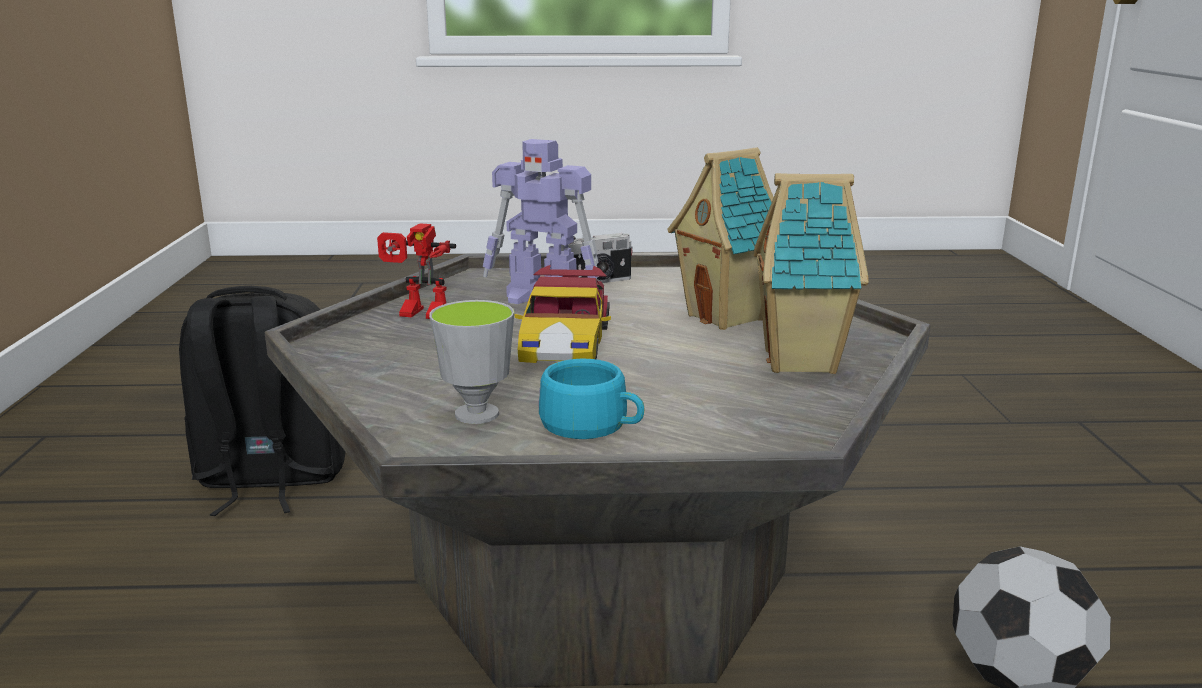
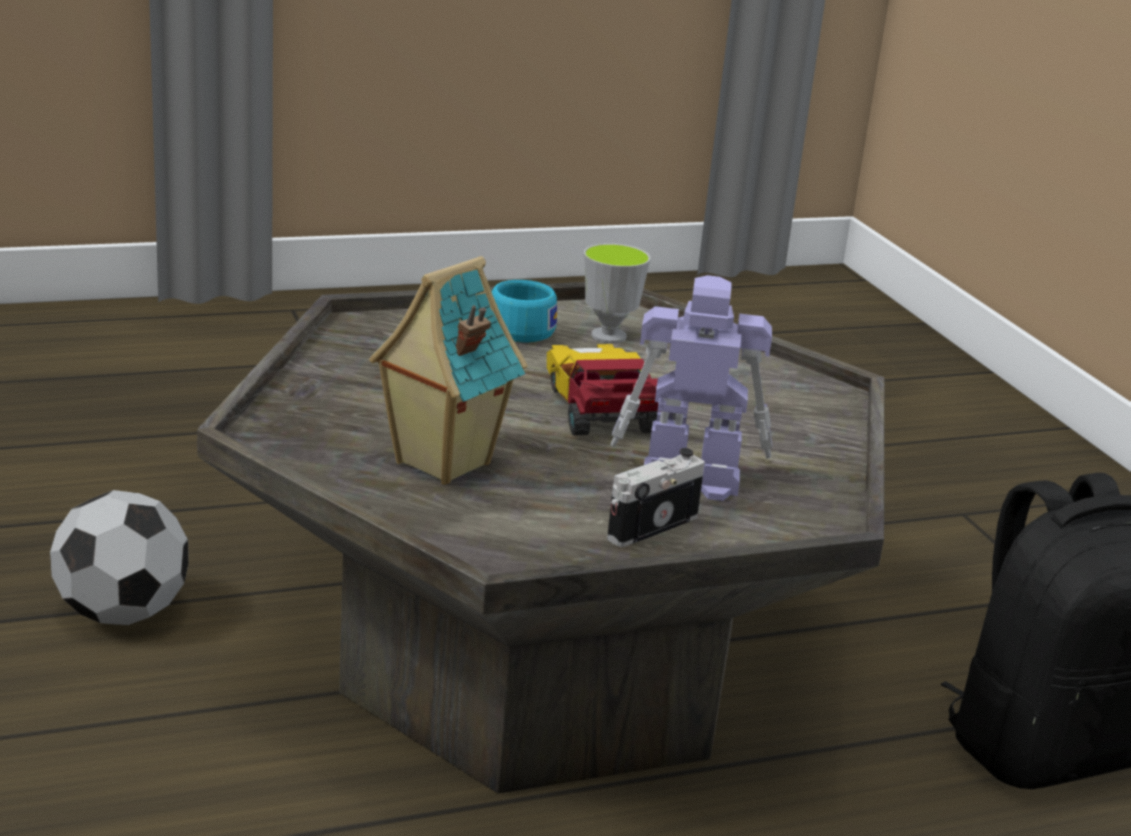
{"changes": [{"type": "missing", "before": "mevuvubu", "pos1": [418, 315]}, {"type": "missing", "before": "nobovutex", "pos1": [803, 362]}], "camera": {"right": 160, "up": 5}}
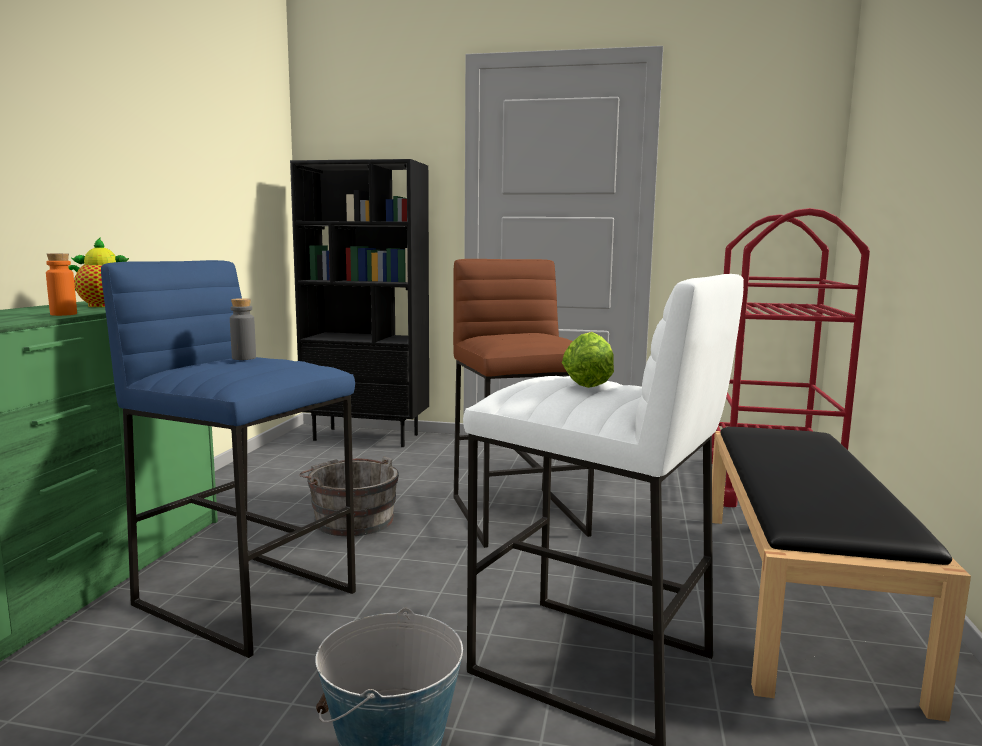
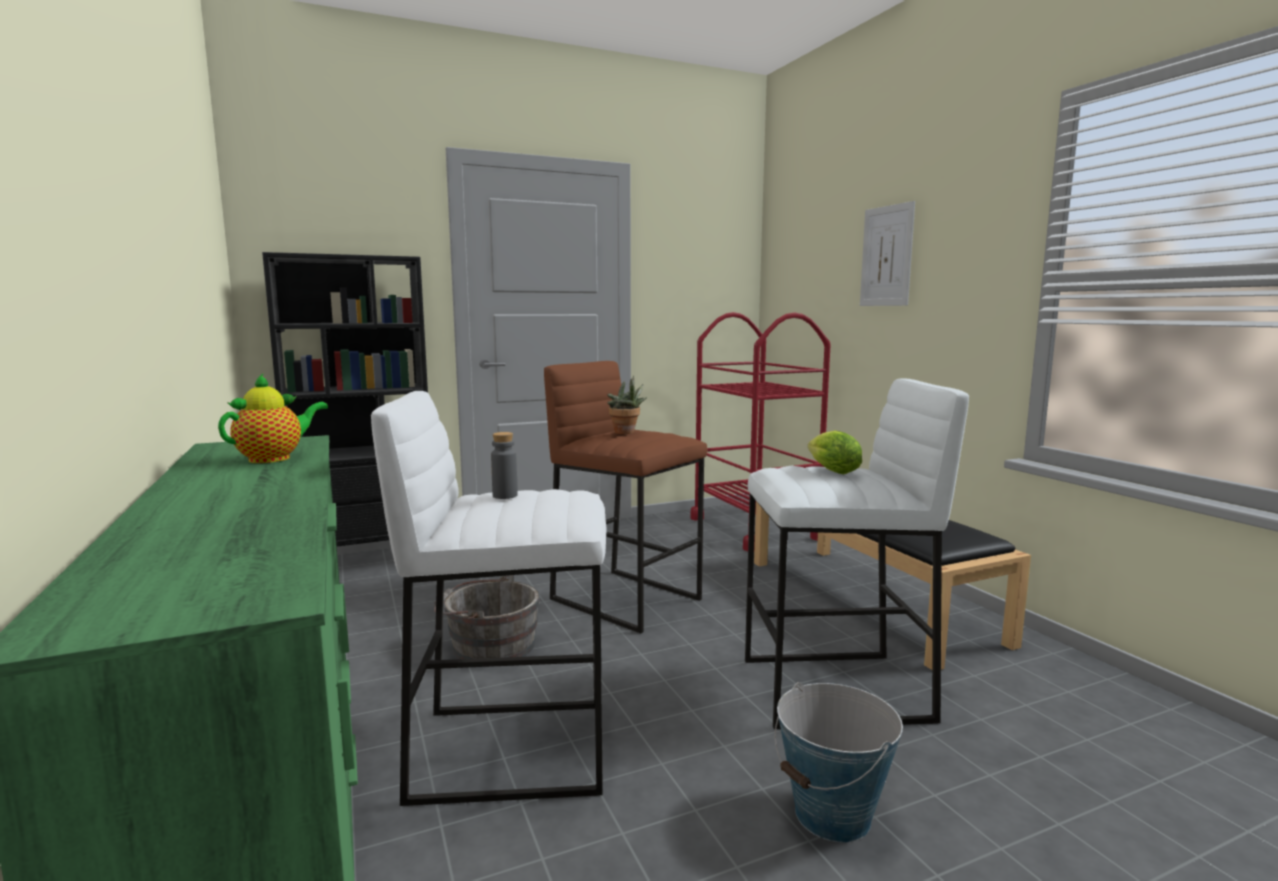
{"changes": [{"type": "missing", "before": "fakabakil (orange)", "pos1": [63, 314]}, {"type": "colour", "before": "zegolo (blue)", "after": "zegolo (white)", "pos1": [248, 597], "pos2": [511, 748]}, {"type": "appeared", "after": "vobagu", "pos2": [626, 433]}, {"type": "appeared", "after": "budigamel", "pos2": [886, 256]}], "camera": {"right": -35, "up": 0}}
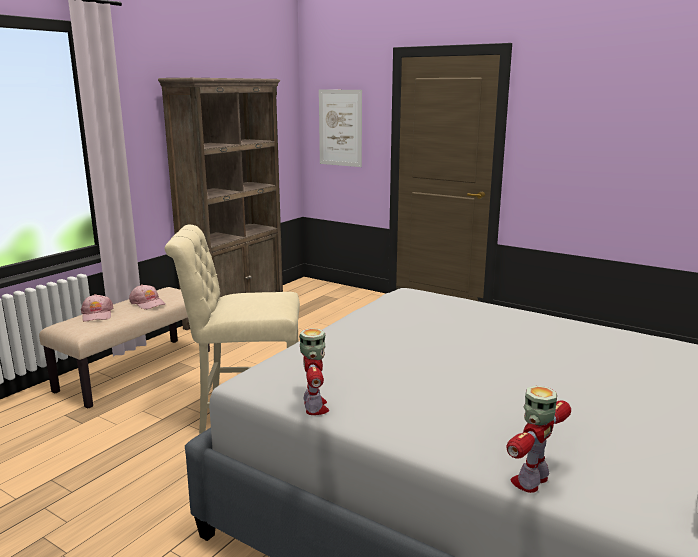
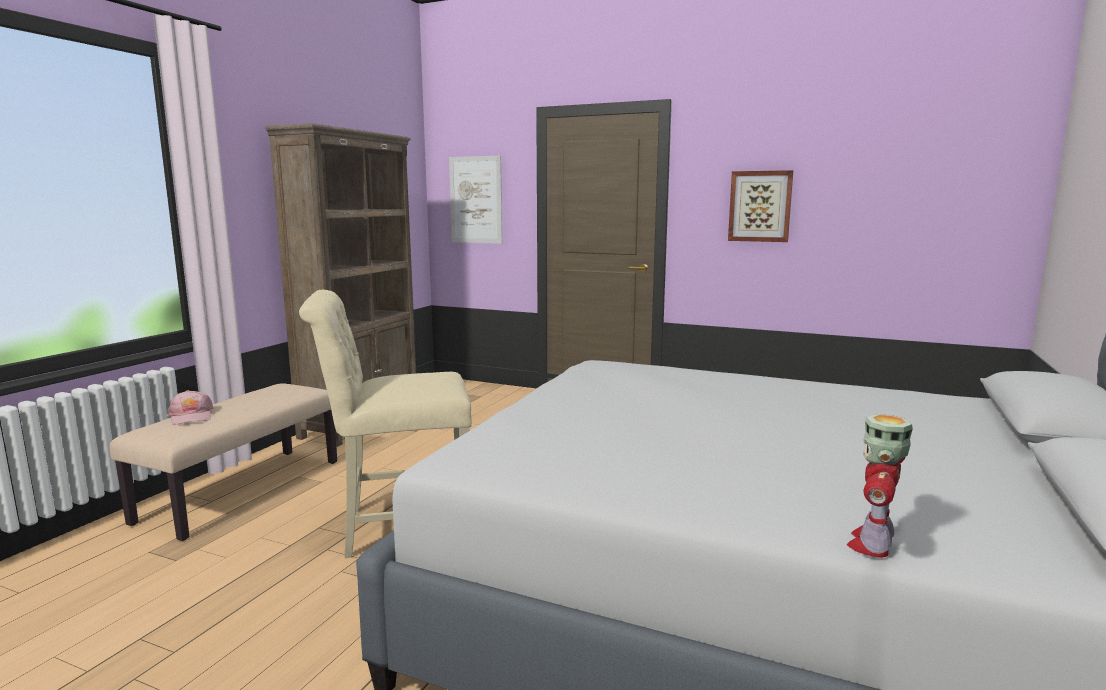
{"changes": [{"type": "missing", "before": "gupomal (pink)", "pos1": [148, 303]}, {"type": "missing", "before": "mevuvubu", "pos1": [314, 407]}, {"type": "appeared", "after": "budigamel", "pos2": [760, 206]}], "camera": {"right": -10, "up": -5}}
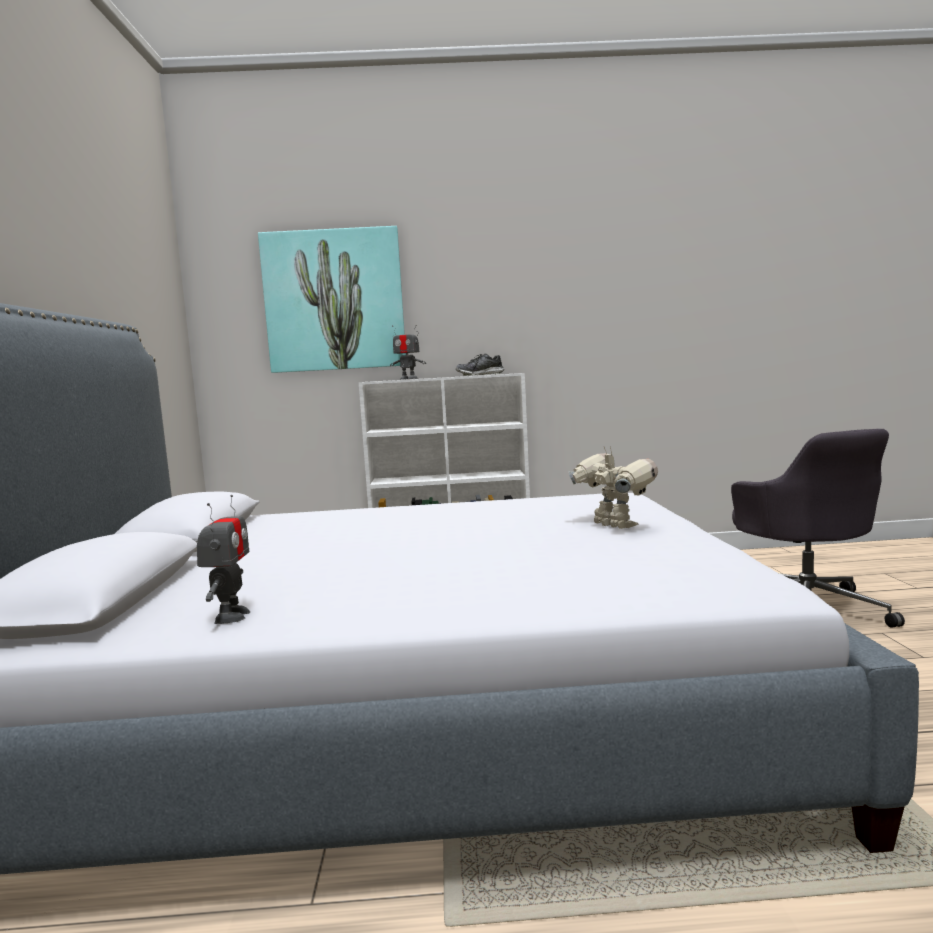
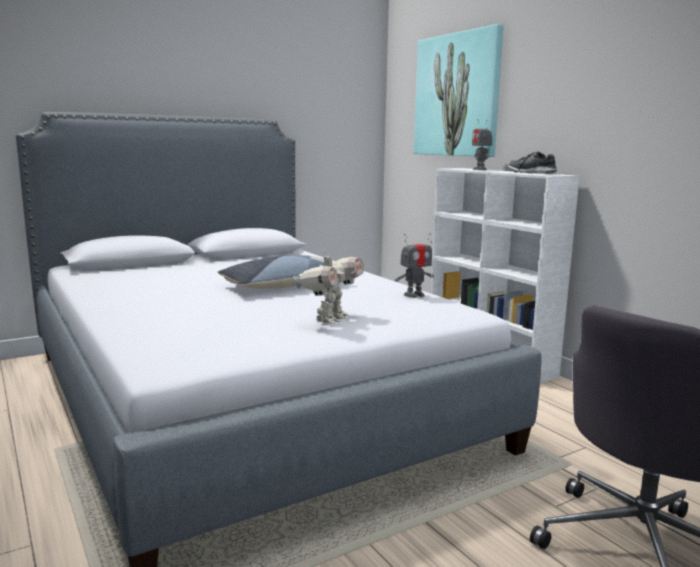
{"changes": [{"type": "relocated", "before": "mevuvubu", "pos1": [231, 616], "pos2": [414, 295]}, {"type": "appeared", "after": "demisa", "pos2": [284, 286]}], "camera": {"right": 60, "up": 5}}
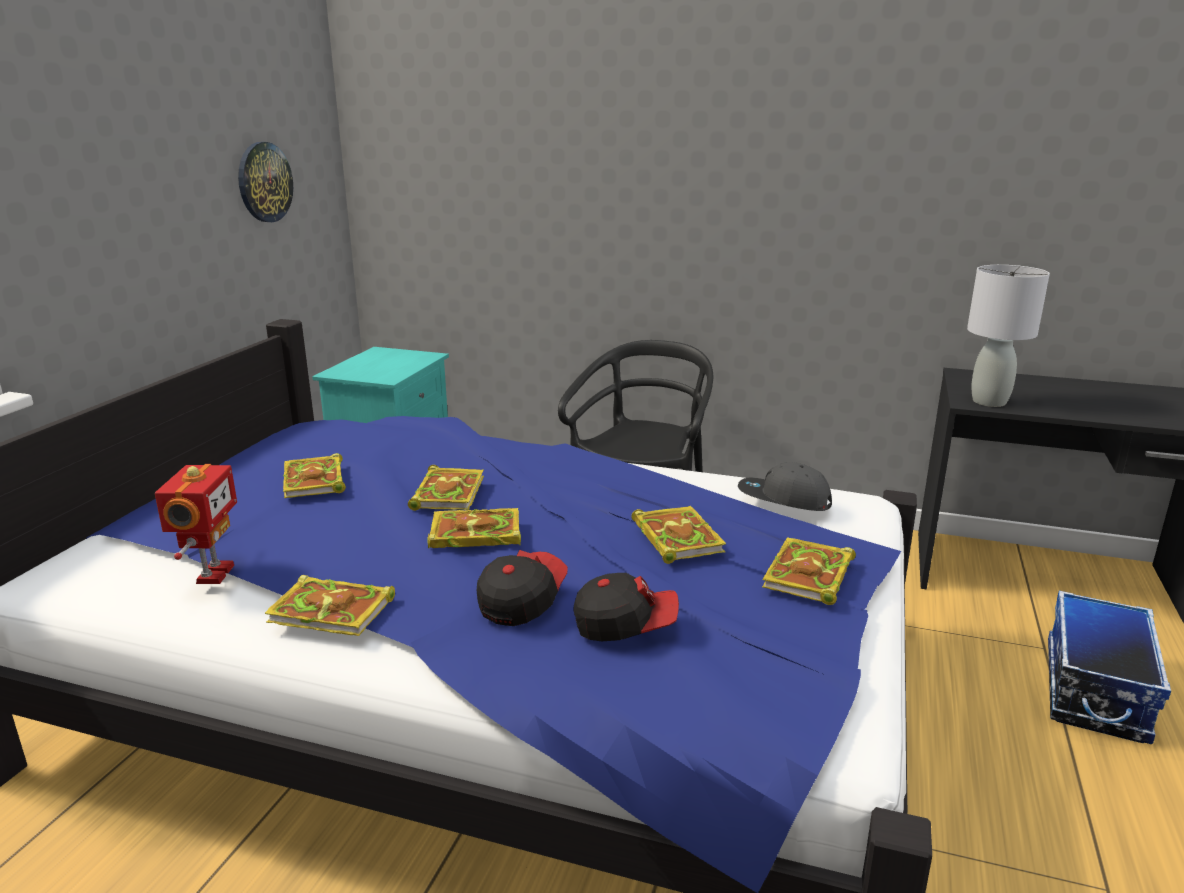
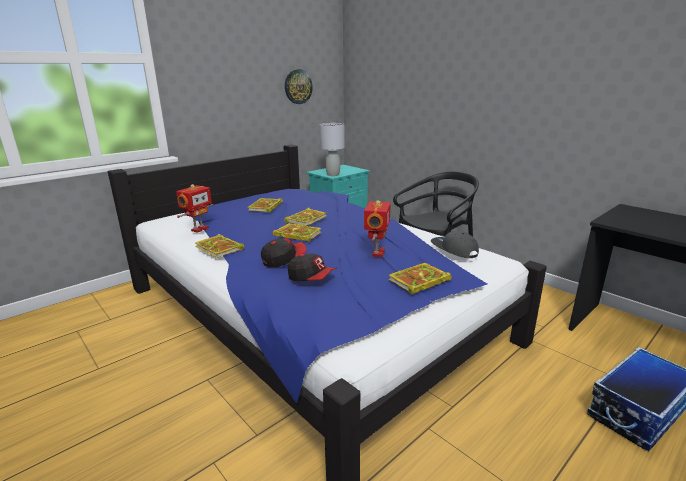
{"changes": [{"type": "exchanged", "before": "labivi", "after": "mevuvubu", "pos1": [675, 537], "pos2": [377, 253]}, {"type": "relocated", "before": "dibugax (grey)", "pos1": [989, 402], "pos2": [332, 175]}], "camera": {"right": 30, "up": 0}}
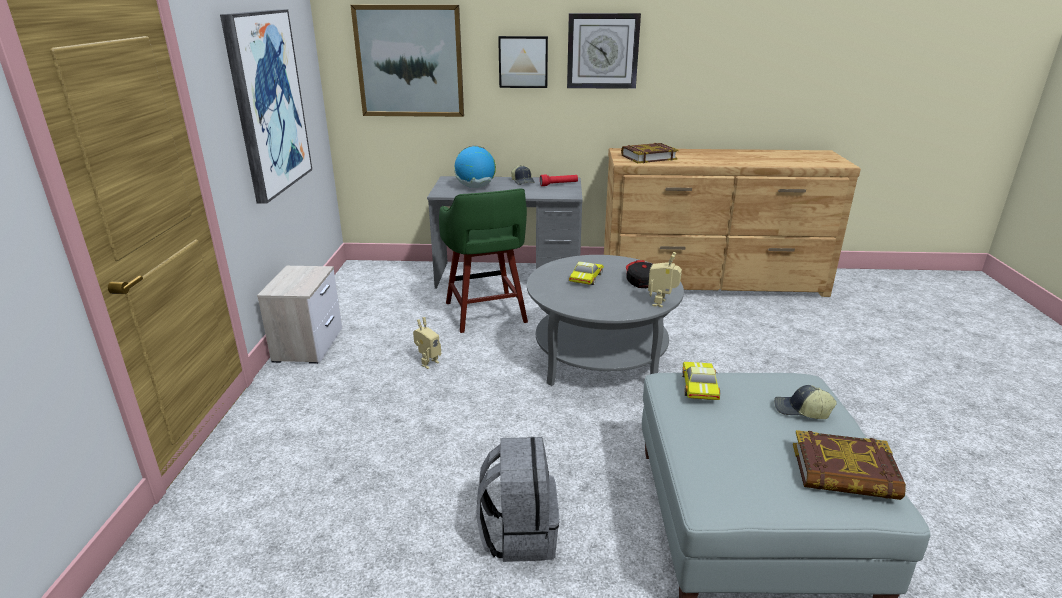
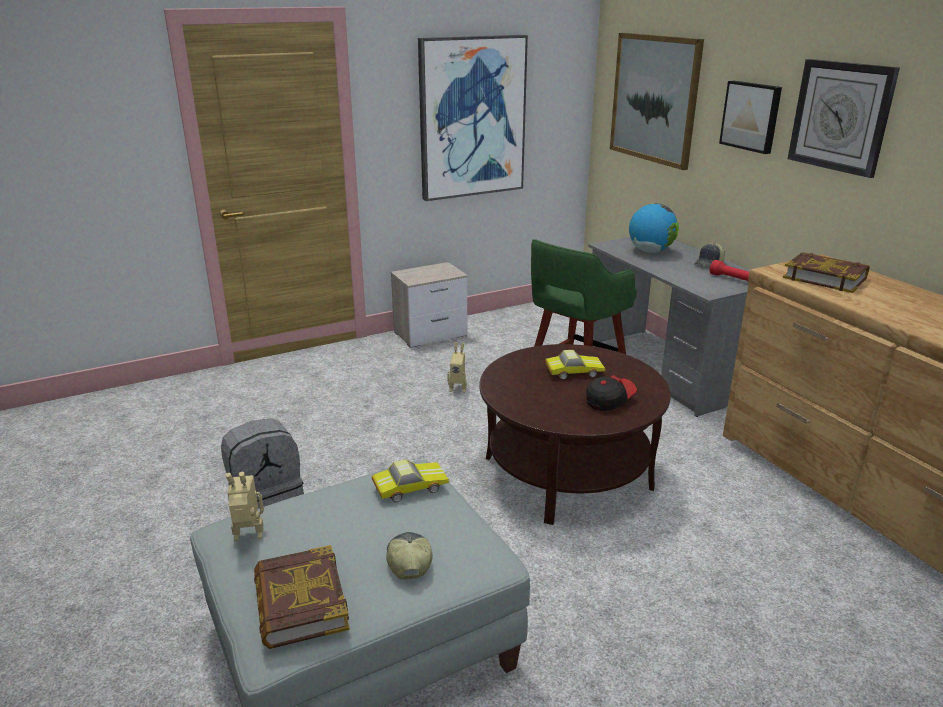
{"changes": [{"type": "colour", "before": "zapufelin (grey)", "after": "zapufelin (brown)", "pos1": [600, 359], "pos2": [567, 472]}, {"type": "relocated", "before": "mevuvubu", "pos1": [662, 303], "pos2": [248, 538]}], "camera": {"right": 60, "up": 0}}
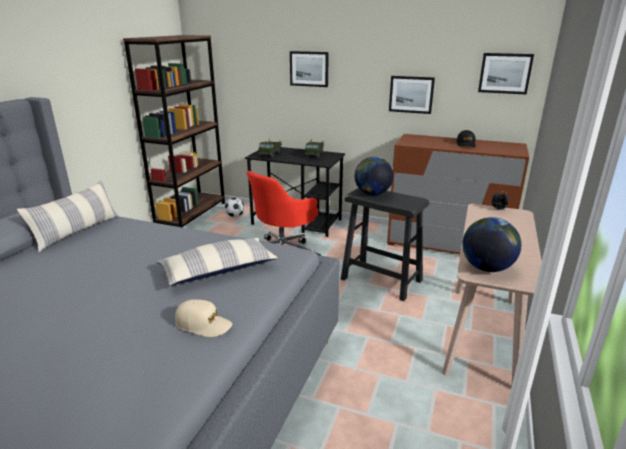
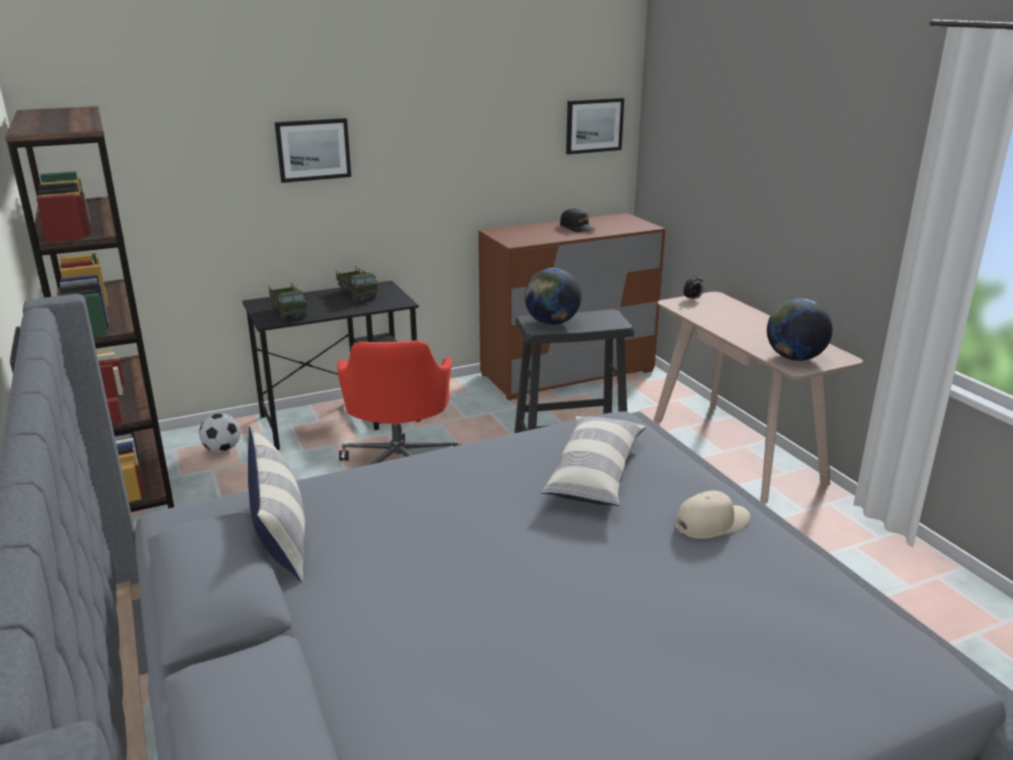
{"changes": [{"type": "missing", "before": "budigamel", "pos1": [411, 94]}], "camera": {"right": -45, "up": 0}}
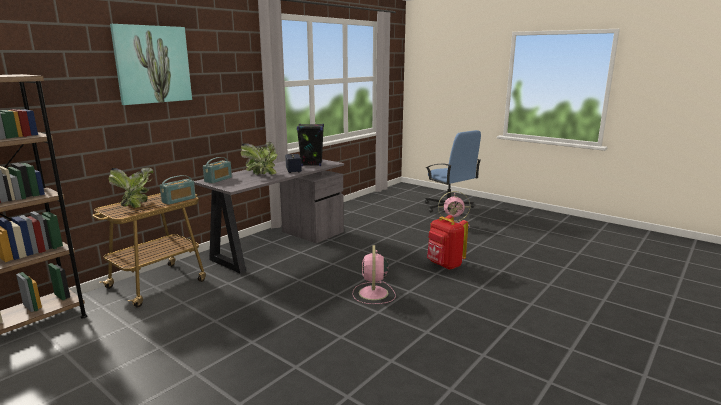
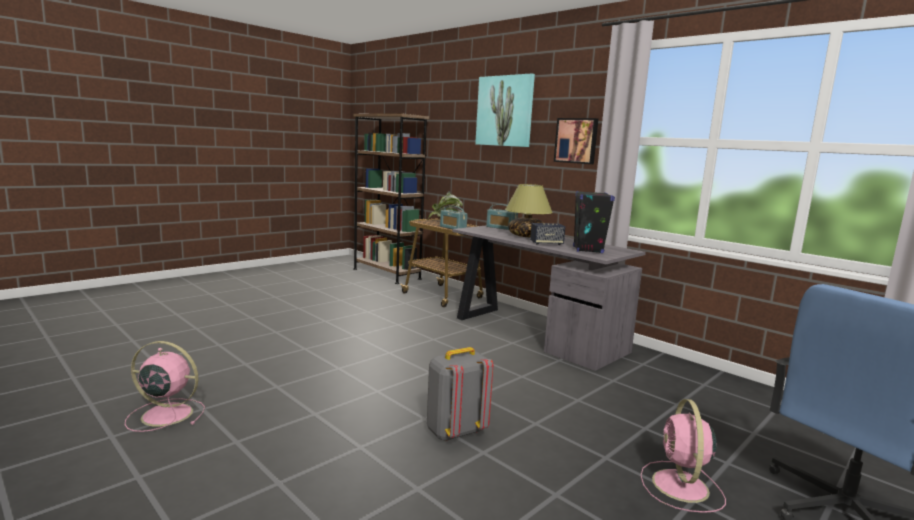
{"changes": [{"type": "exchanged", "before": "vobagu", "after": "dibugax", "pos1": [261, 174], "pos2": [526, 236]}, {"type": "relocated", "before": "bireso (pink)", "pos1": [373, 294], "pos2": [165, 414]}, {"type": "colour", "before": "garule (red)", "after": "garule (grey)", "pos1": [444, 265], "pos2": [455, 432]}, {"type": "appeared", "after": "budigamel", "pos2": [576, 140]}], "camera": {"right": 95, "up": -5}}
